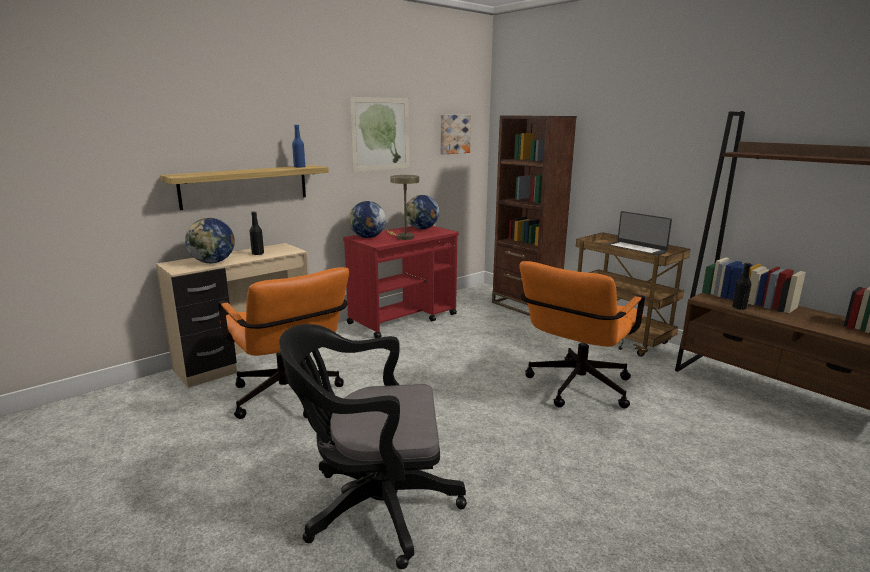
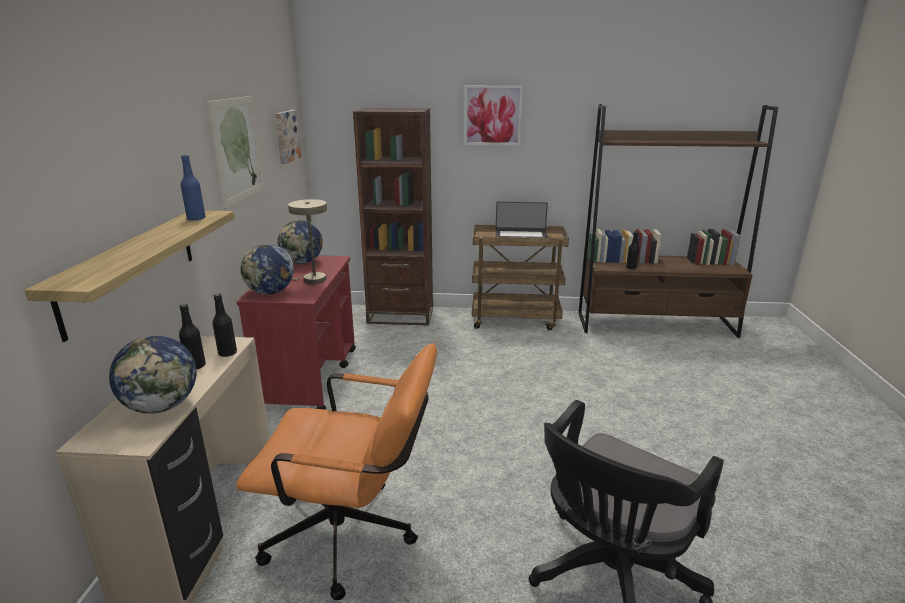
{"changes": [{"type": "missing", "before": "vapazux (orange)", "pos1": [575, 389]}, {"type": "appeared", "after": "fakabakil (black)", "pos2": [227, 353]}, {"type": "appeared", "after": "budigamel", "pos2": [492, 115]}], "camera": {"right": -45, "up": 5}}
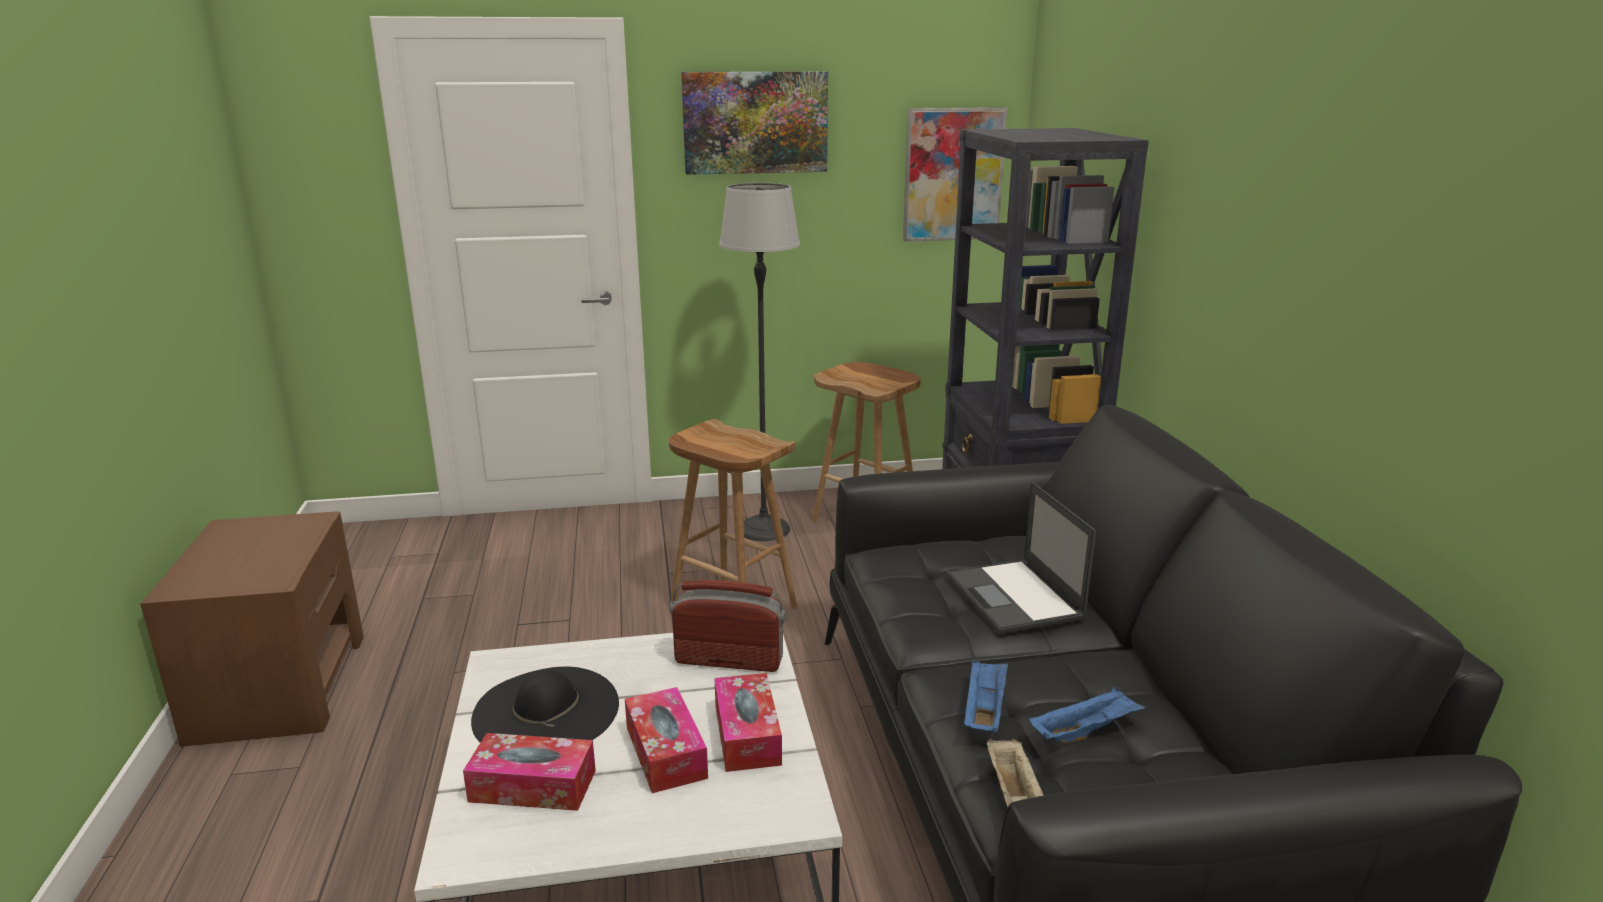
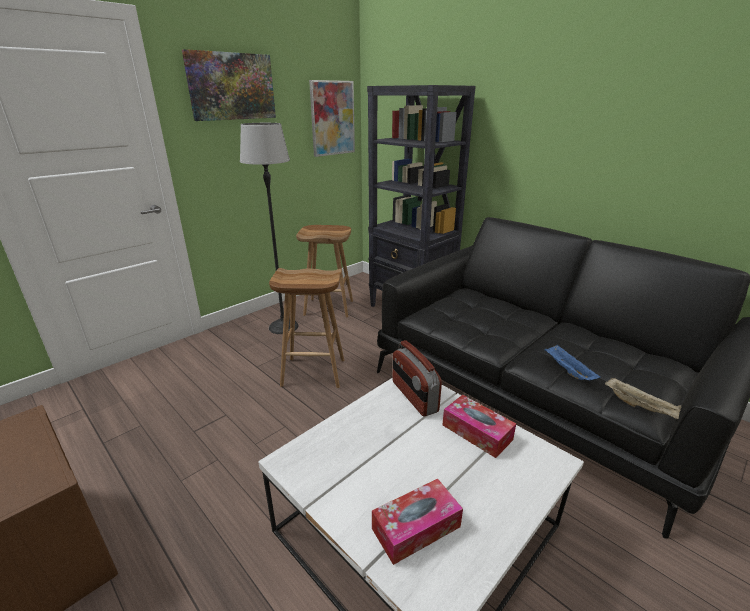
{"changes": [{"type": "missing", "before": "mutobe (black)", "pos1": [546, 710]}, {"type": "missing", "before": "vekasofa", "pos1": [666, 752]}, {"type": "spun", "before": "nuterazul", "pos1": [729, 660], "pos2": [414, 396], "turn": -90}, {"type": "missing", "before": "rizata", "pos1": [1015, 597]}, {"type": "missing", "before": "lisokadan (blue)", "pos1": [1084, 731]}], "camera": {"right": -35, "up": 5}}
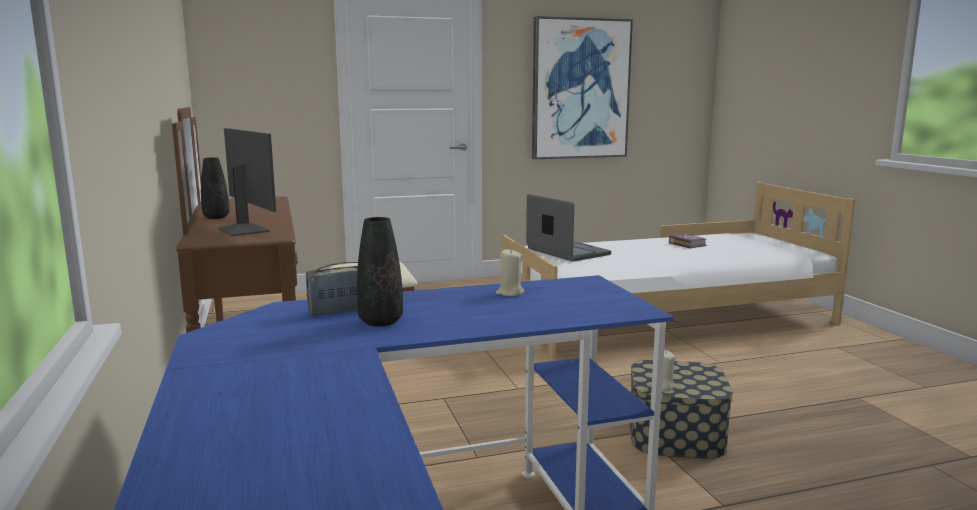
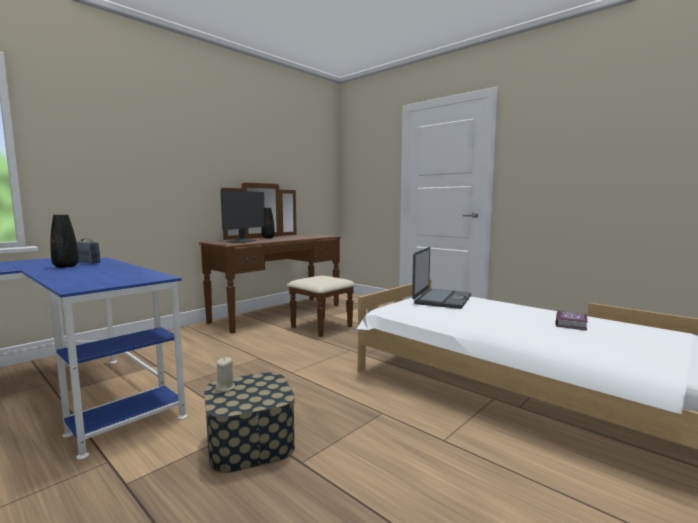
{"changes": [{"type": "missing", "before": "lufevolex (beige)", "pos1": [510, 293]}, {"type": "missing", "before": "budigamel", "pos1": [580, 89]}], "camera": {"right": 60, "up": -5}}
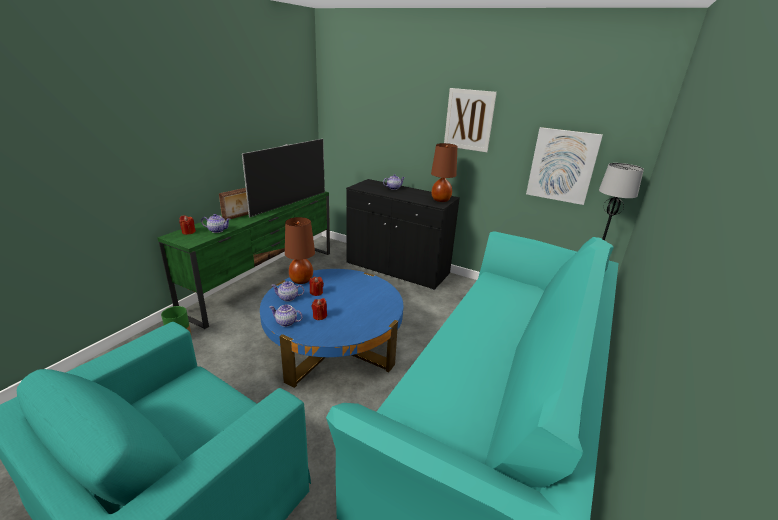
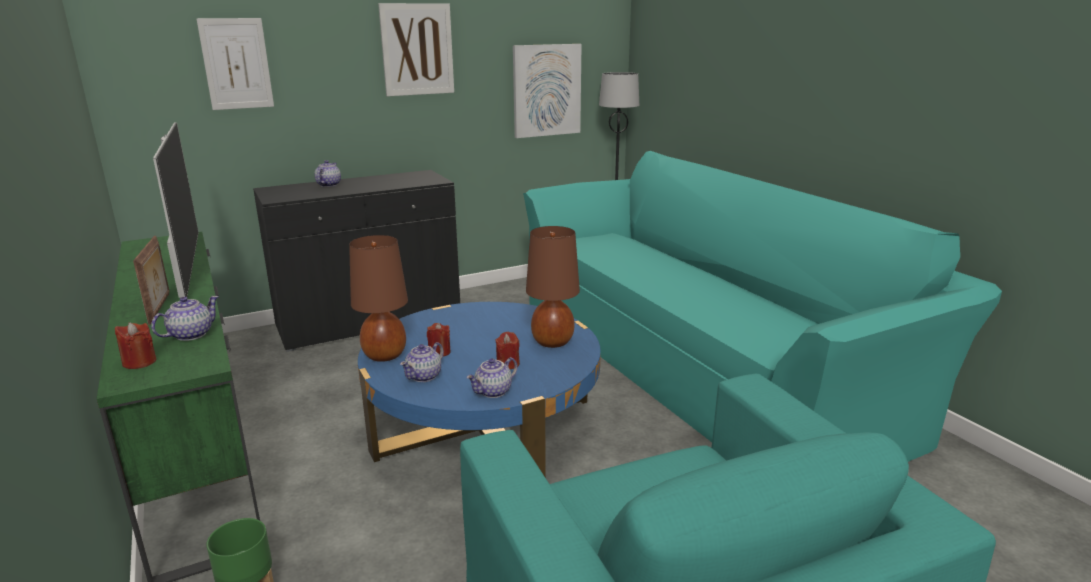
{"changes": [{"type": "relocated", "before": "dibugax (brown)", "pos1": [440, 200], "pos2": [552, 342]}, {"type": "appeared", "after": "budigamel", "pos2": [236, 64]}], "camera": {"right": -55, "up": -5}}
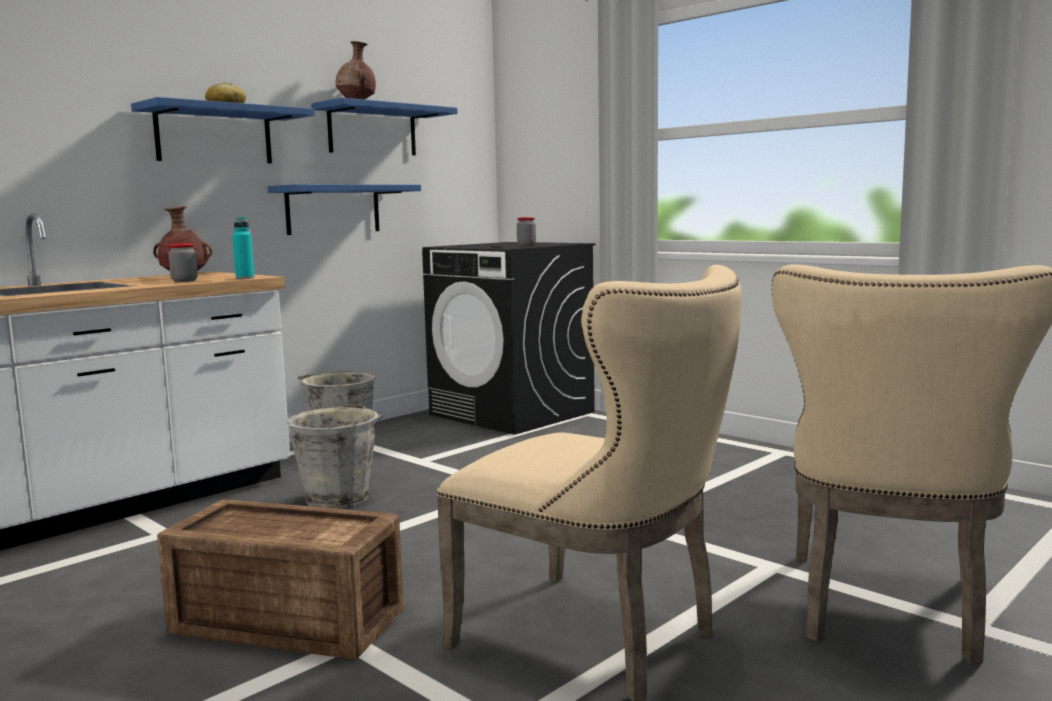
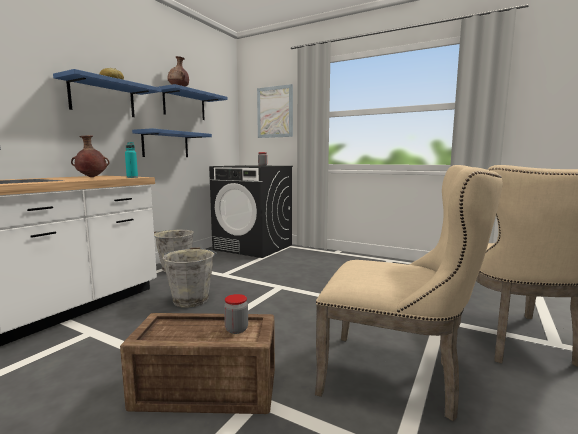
{"changes": [{"type": "relocated", "before": "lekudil", "pos1": [184, 281], "pos2": [236, 329]}, {"type": "appeared", "after": "budigamel", "pos2": [275, 112]}], "camera": {"right": -15, "up": 0}}
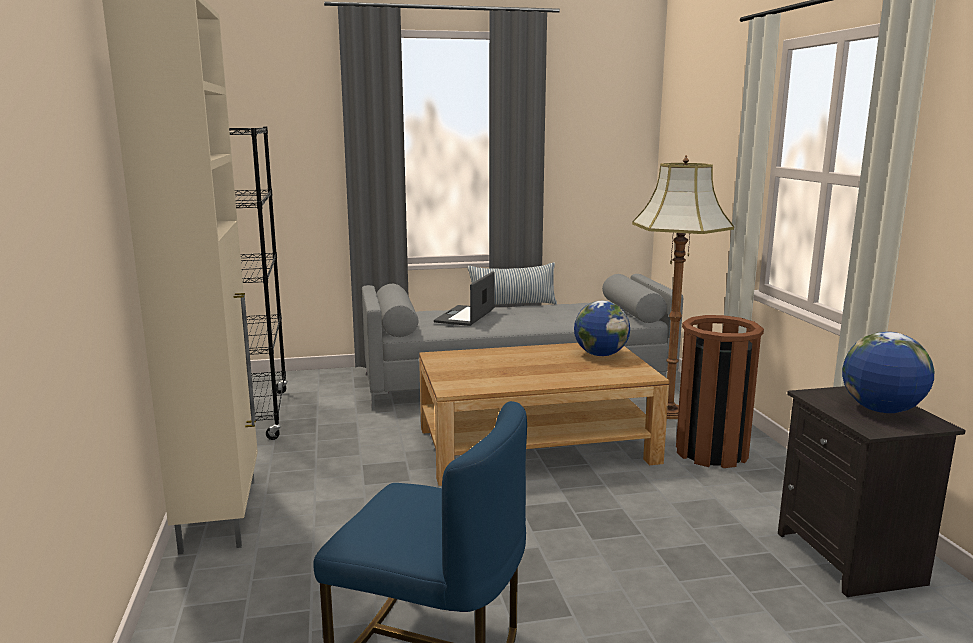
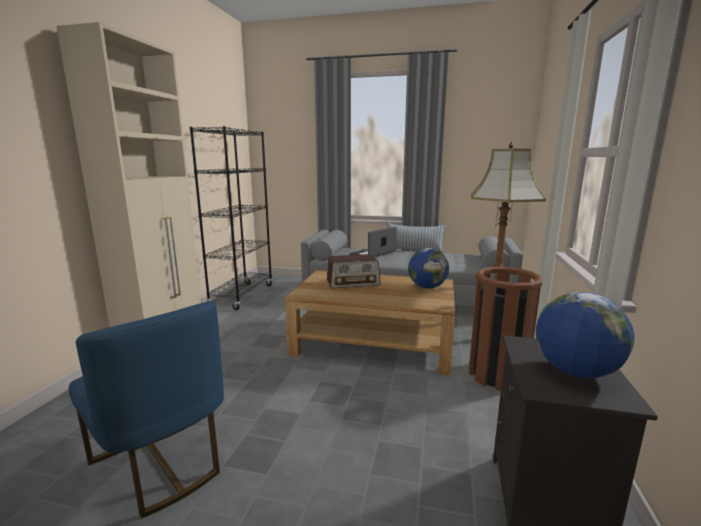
{"changes": [{"type": "appeared", "after": "nuterazul", "pos2": [353, 283]}], "camera": {"right": 25, "up": 0}}
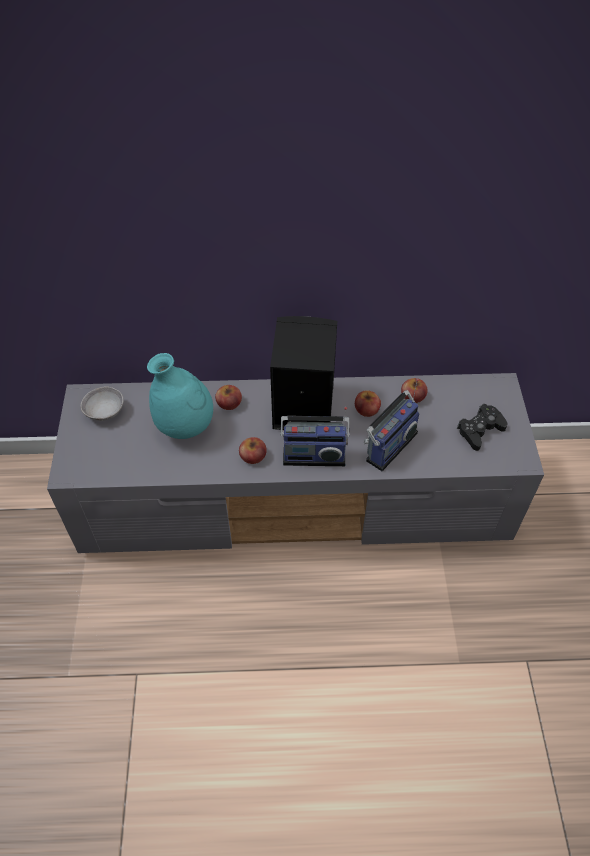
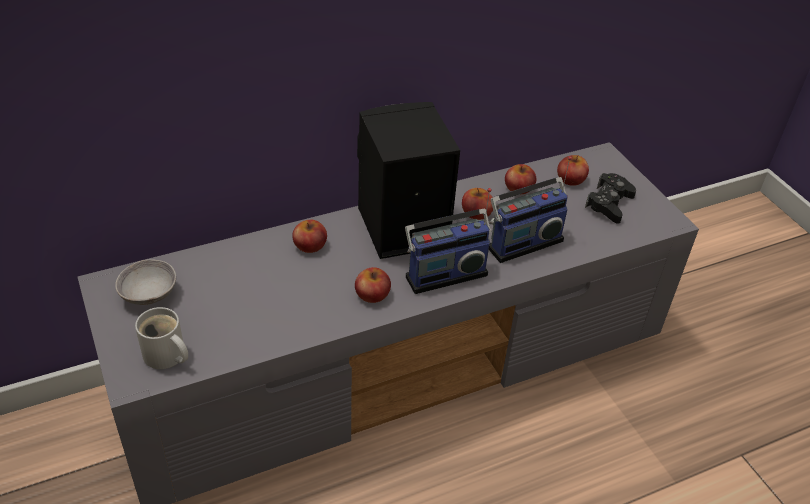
{"changes": [{"type": "missing", "before": "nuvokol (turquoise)", "pos1": [185, 427]}, {"type": "spun", "before": "nuterazul", "pos1": [388, 445], "pos2": [522, 242], "turn": 45}, {"type": "appeared", "after": "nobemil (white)", "pos2": [165, 356]}, {"type": "appeared", "after": "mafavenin", "pos2": [570, 179]}], "camera": {"right": -25, "up": -10}}
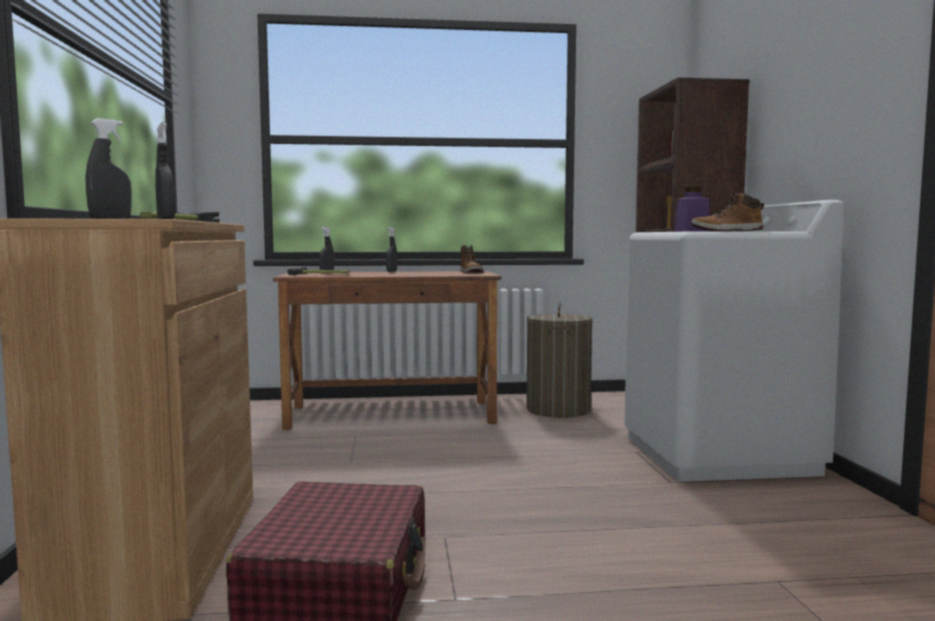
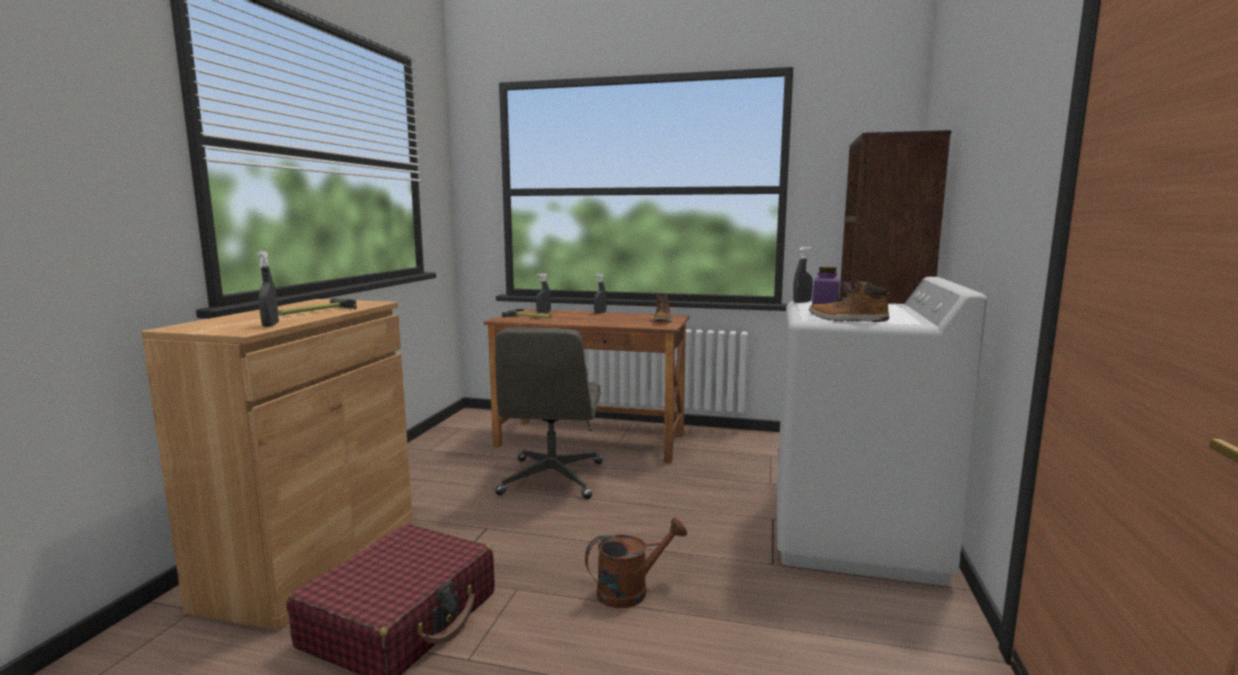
{"changes": [{"type": "relocated", "before": "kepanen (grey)", "pos1": [110, 219], "pos2": [802, 302]}, {"type": "missing", "before": "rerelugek", "pos1": [558, 409]}, {"type": "appeared", "after": "vapazux (grey)", "pos2": [552, 479]}, {"type": "appeared", "after": "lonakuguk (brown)", "pos2": [631, 590]}], "camera": {"right": 20, "up": 5}}
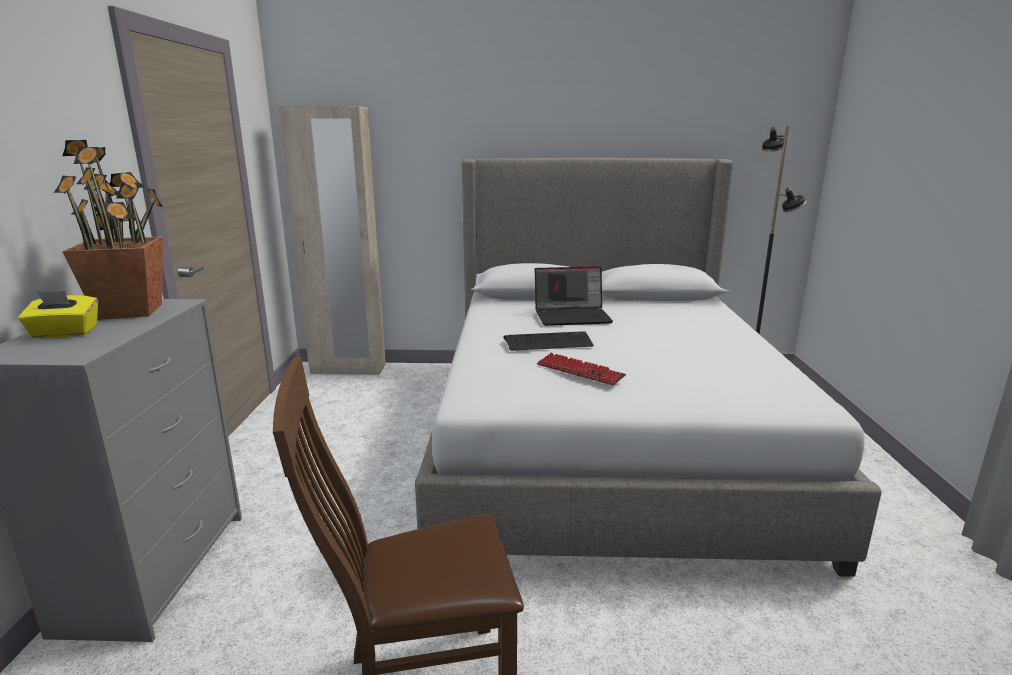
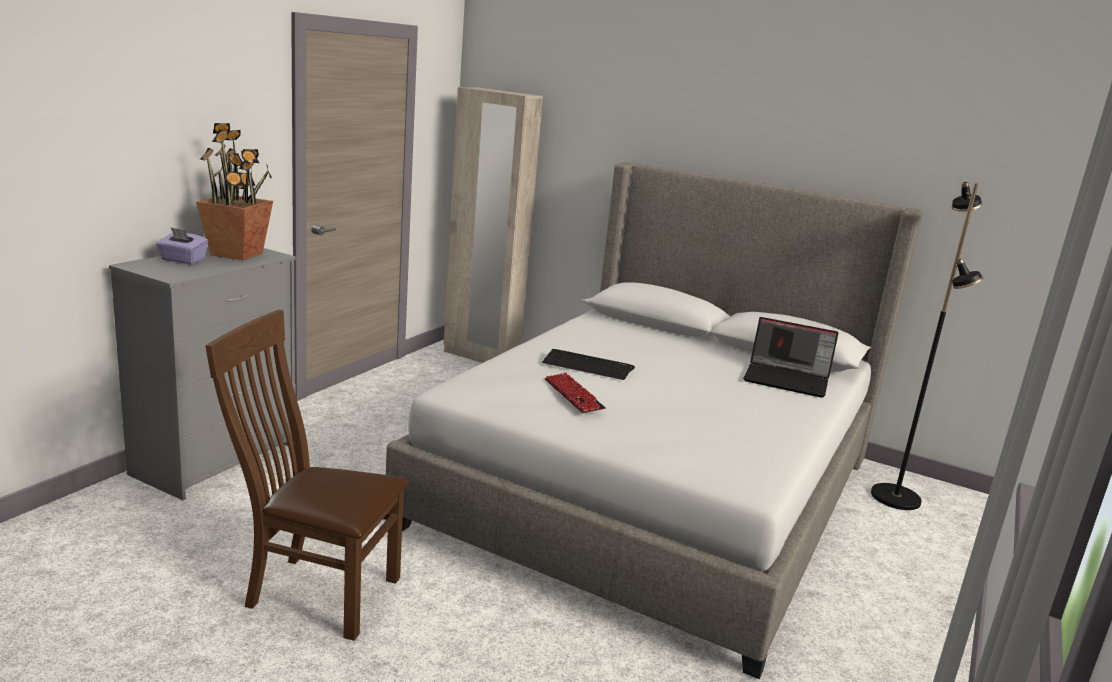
{"changes": [{"type": "colour", "before": "vekasofa (yellow)", "after": "vekasofa (purple)", "pos1": [65, 333], "pos2": [182, 260]}, {"type": "relocated", "before": "rizata", "pos1": [573, 316], "pos2": [787, 380]}], "camera": {"right": 25, "up": 0}}
